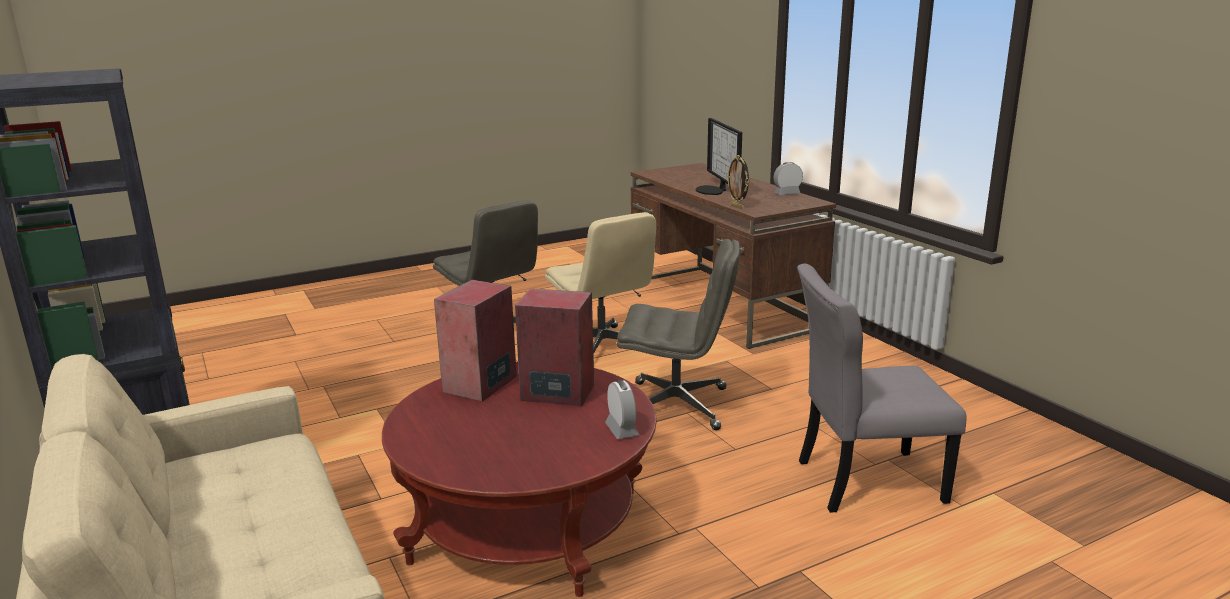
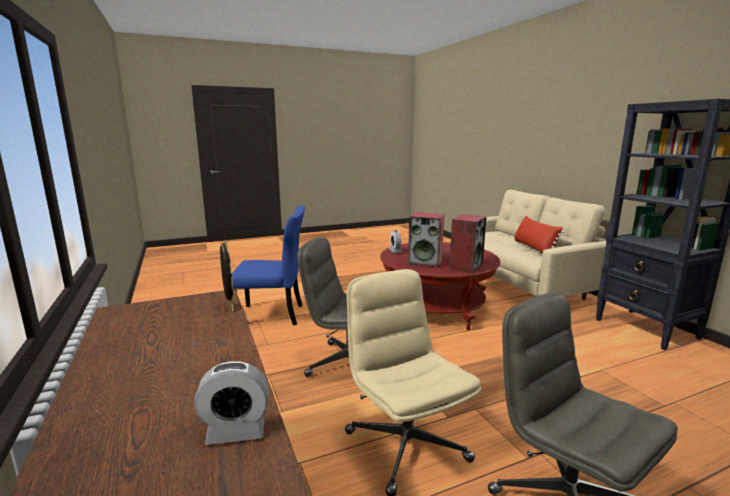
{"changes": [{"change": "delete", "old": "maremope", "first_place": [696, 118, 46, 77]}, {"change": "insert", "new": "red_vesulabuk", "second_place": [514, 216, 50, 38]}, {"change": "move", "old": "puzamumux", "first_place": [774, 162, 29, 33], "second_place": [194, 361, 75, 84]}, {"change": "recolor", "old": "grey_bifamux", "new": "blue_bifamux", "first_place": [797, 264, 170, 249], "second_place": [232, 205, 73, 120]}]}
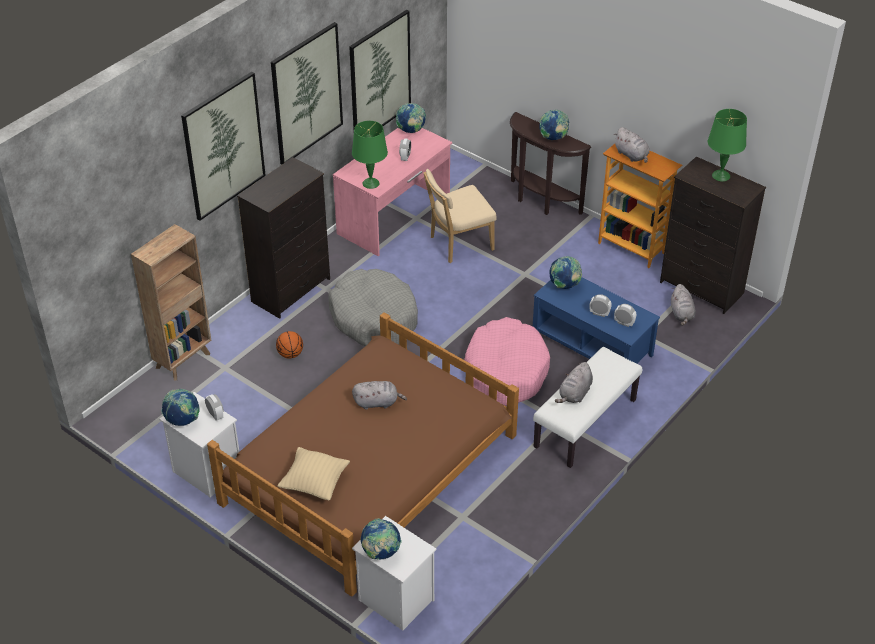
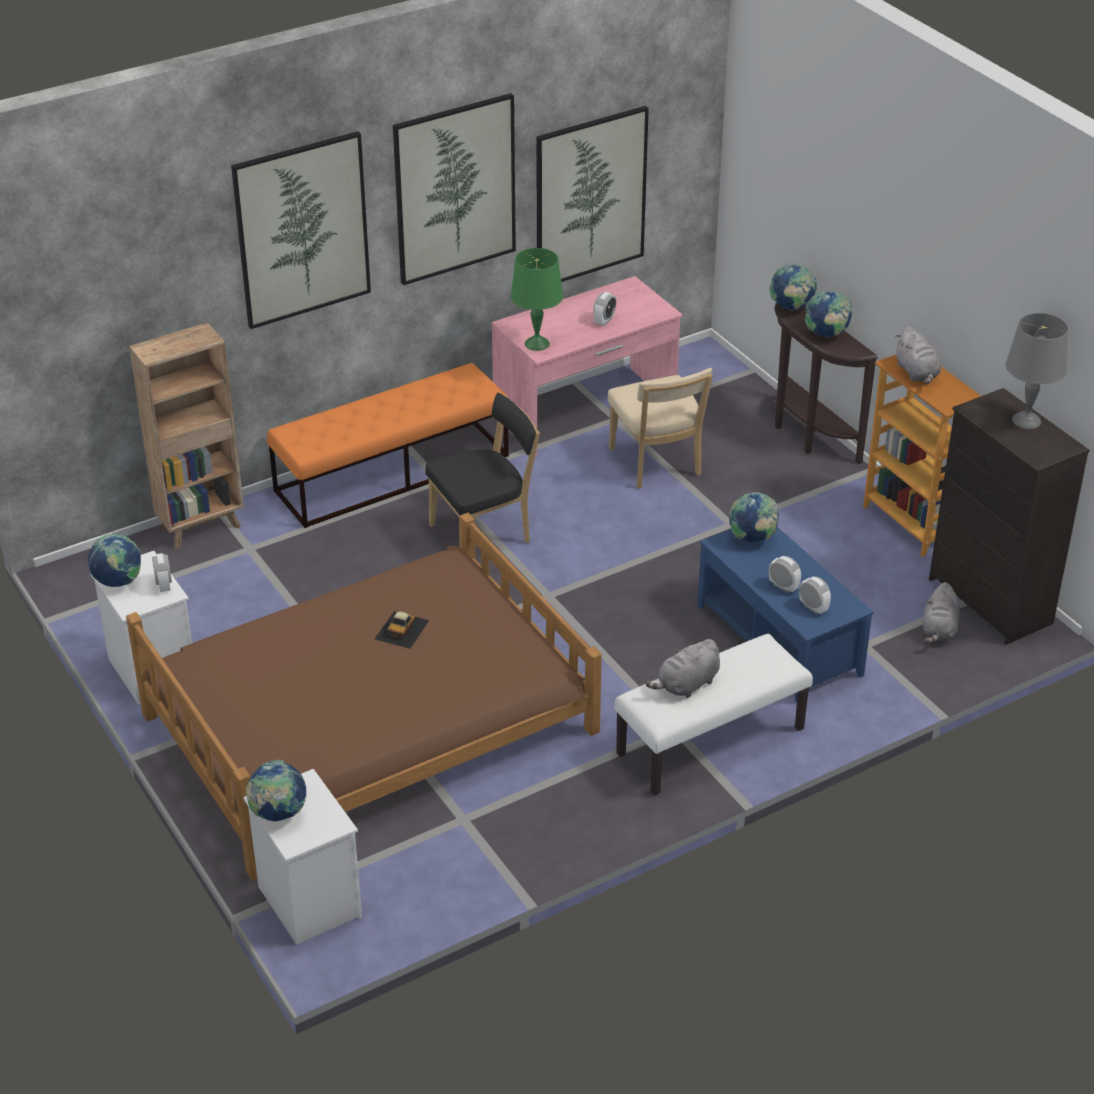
{"changes": [{"change": "delete", "old": "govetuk", "first_place": [276, 331, 27, 28]}, {"change": "delete", "old": "beige_vesulabuk", "first_place": [278, 447, 72, 54]}, {"change": "delete", "old": "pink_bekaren", "first_place": [464, 317, 86, 89]}, {"change": "move", "old": "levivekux", "first_place": [396, 103, 30, 30], "second_place": [770, 264, 47, 47]}, {"change": "replace", "old": "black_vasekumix", "new": "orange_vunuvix", "first_place": [237, 157, 93, 162], "second_place": [267, 363, 242, 165]}, {"change": "replace", "old": "grey_bekaren", "new": "black_bifamux", "first_place": [328, 269, 90, 77], "second_place": [425, 393, 115, 155]}, {"change": "replace", "old": "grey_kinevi", "new": "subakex", "first_place": [352, 381, 55, 29], "second_place": [375, 611, 55, 38]}, {"change": "recolor", "old": "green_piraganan", "new": "grey_piraganan", "first_place": [708, 109, 39, 72], "second_place": [1006, 313, 62, 116]}, {"change": "rotate", "old": "beige_bifamux", "first_place": [423, 169, 74, 94], "second_place": [608, 368, 105, 120], "degrees": -105}]}
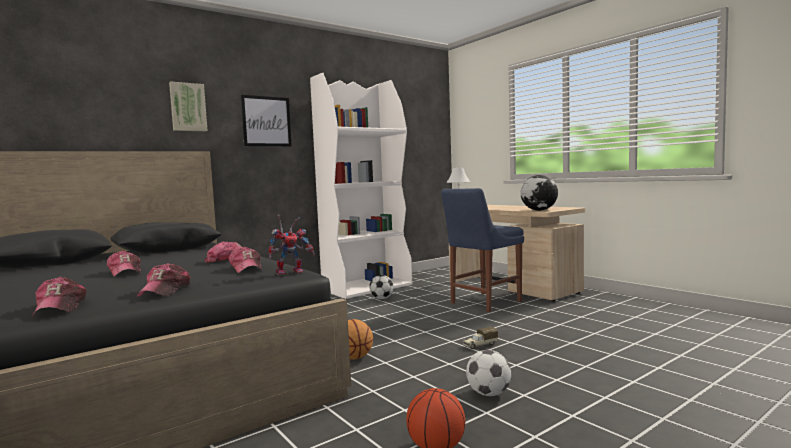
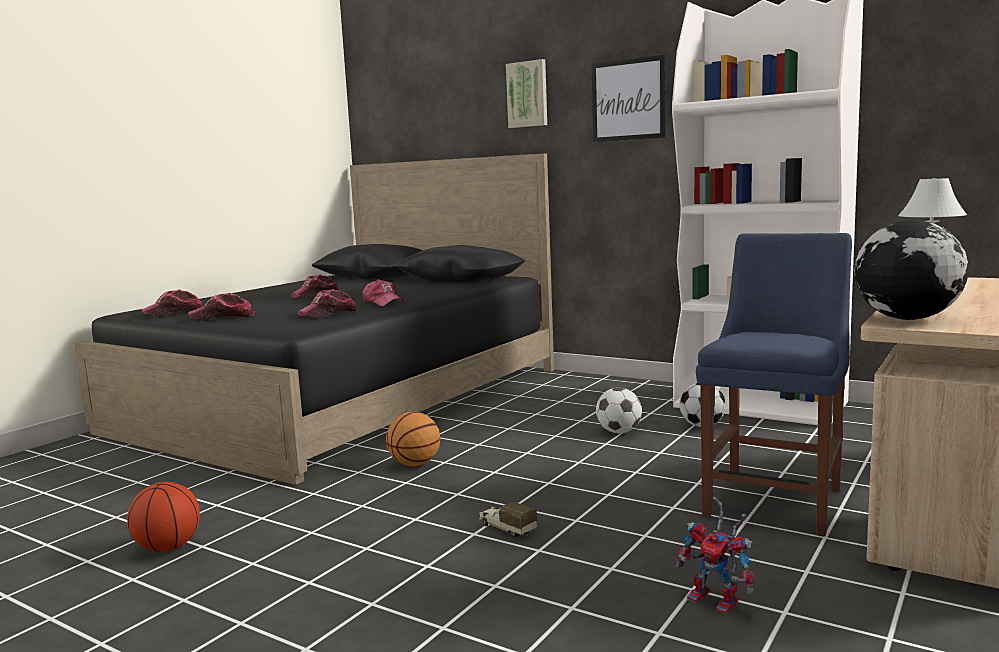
{"changes": [{"change": "move", "old": "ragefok", "first_place": [268, 215, 47, 60], "second_place": [676, 496, 78, 118]}, {"change": "move", "old": "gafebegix", "first_place": [466, 350, 45, 46], "second_place": [596, 387, 46, 46]}, {"change": "rotate", "old": "blue_bifamux", "first_place": [441, 188, 83, 124], "second_place": [696, 233, 156, 303], "degrees": 90}]}
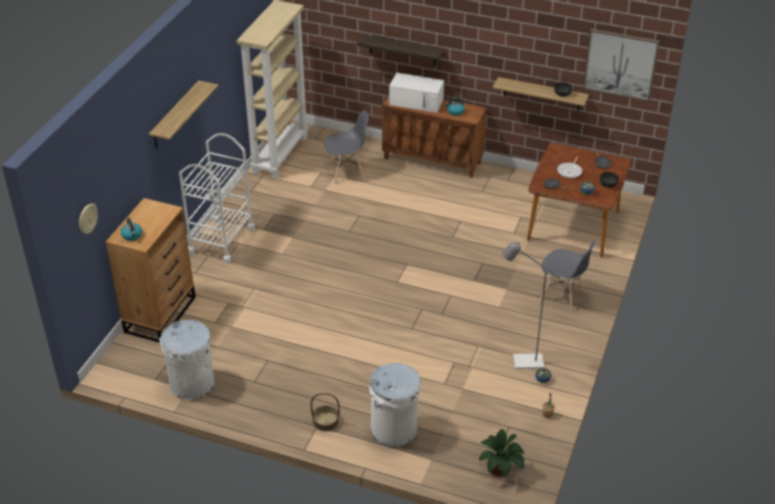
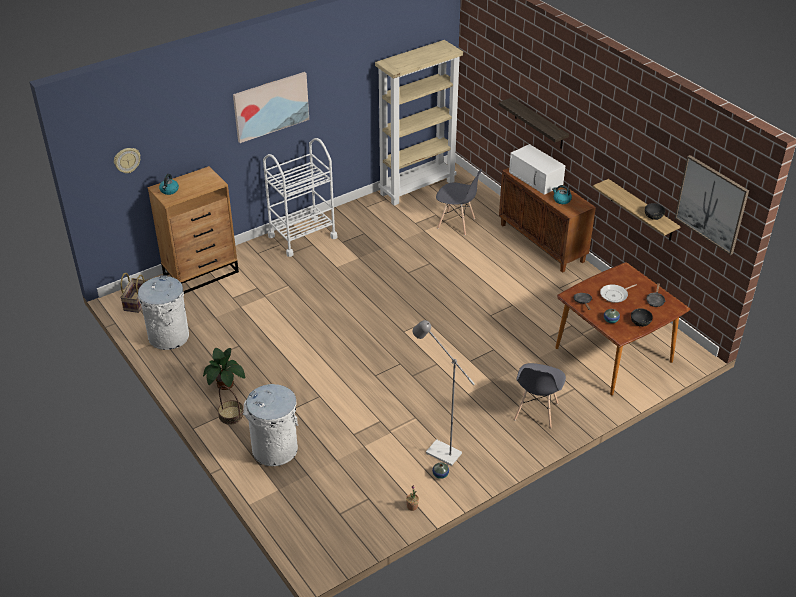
{"changes": [{"change": "insert", "new": "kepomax", "second_place": [120, 273, 27, 40]}, {"change": "move", "old": "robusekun", "first_place": [479, 429, 46, 48], "second_place": [203, 348, 42, 42]}, {"change": "replace", "old": "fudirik", "new": "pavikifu", "first_place": [149, 80, 69, 68], "second_place": [233, 72, 76, 71]}, {"change": "rotate", "old": "grey_bifamux", "first_place": [540, 240, 57, 72], "second_place": [514, 363, 52, 66], "degrees": 45}]}
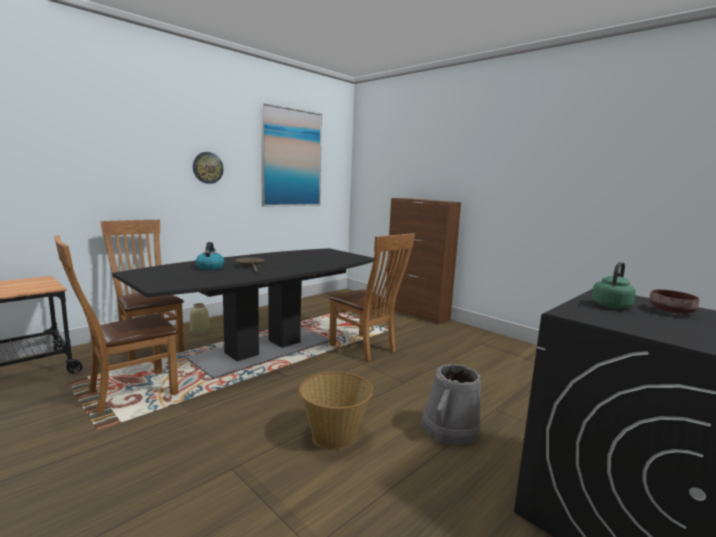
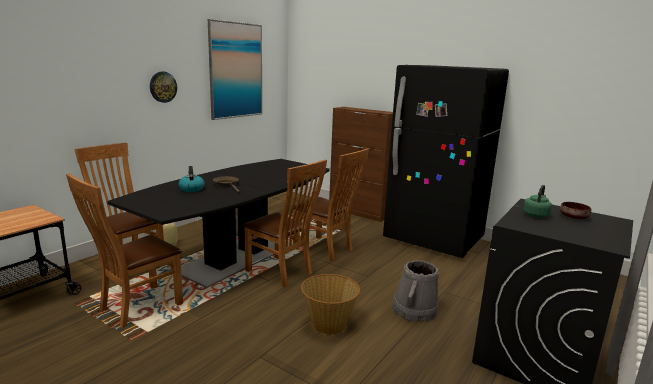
{"changes": [{"change": "insert", "new": "brown_bifamux", "second_place": [243, 160, 84, 127]}, {"change": "insert", "new": "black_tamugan", "second_place": [383, 65, 126, 193]}]}
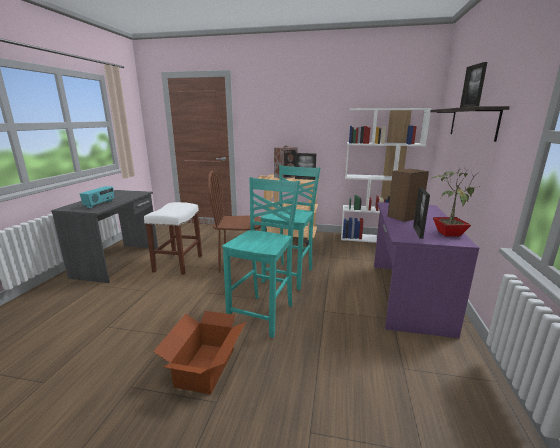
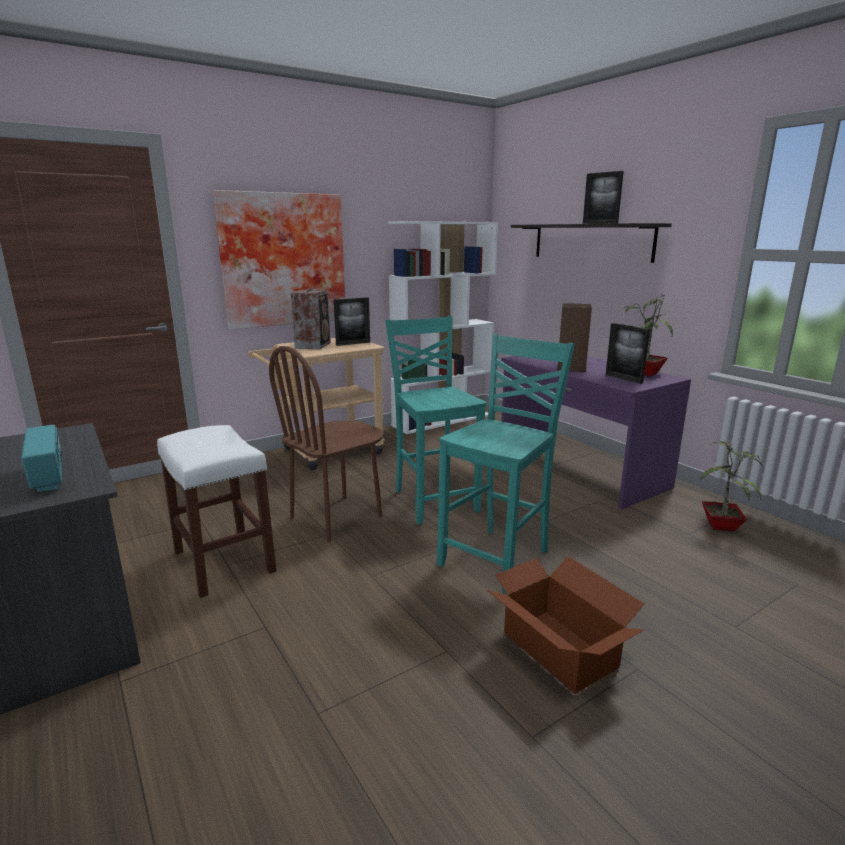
{"changes": [{"change": "insert", "new": "pavikifu", "second_place": [213, 190, 132, 140]}, {"change": "insert", "new": "robusekun", "second_place": [700, 441, 62, 90]}, {"change": "rotate", "old": "turquoise_bifamux", "first_place": [222, 177, 78, 161], "second_place": [437, 334, 138, 261], "degrees": 60}]}
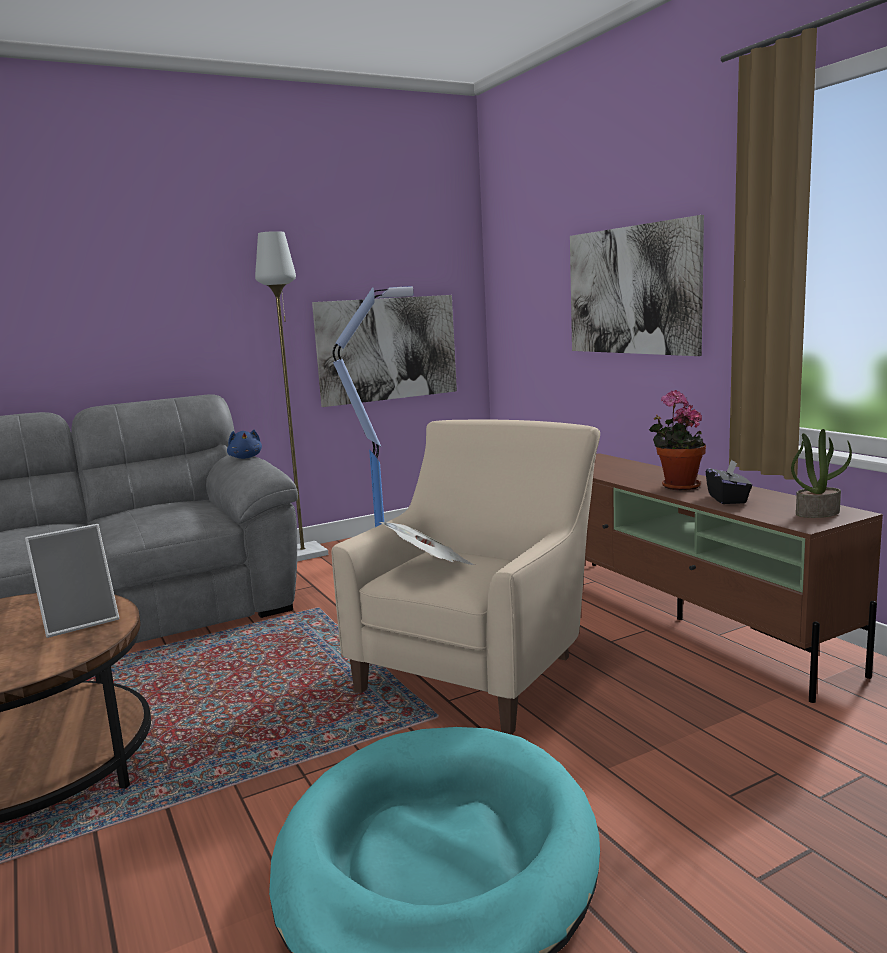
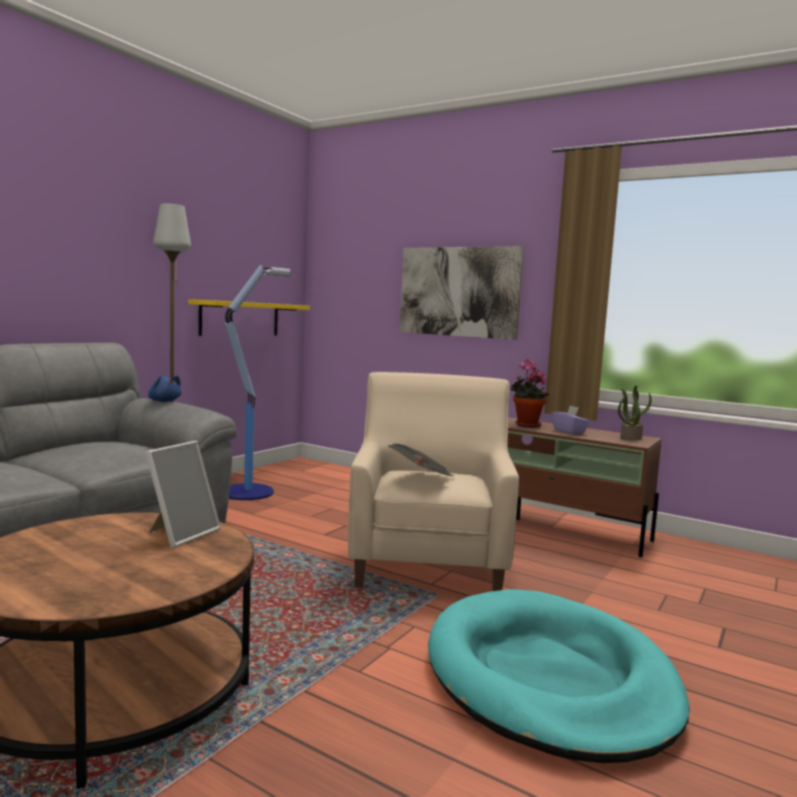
{"changes": [{"change": "replace", "old": "pavikifu", "new": "yellow_fudirik", "first_place": [312, 295, 145, 112], "second_place": [188, 299, 122, 37]}, {"change": "recolor", "old": "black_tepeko", "new": "purple_tepeko", "first_place": [706, 459, 46, 45], "second_place": [552, 406, 37, 28]}]}
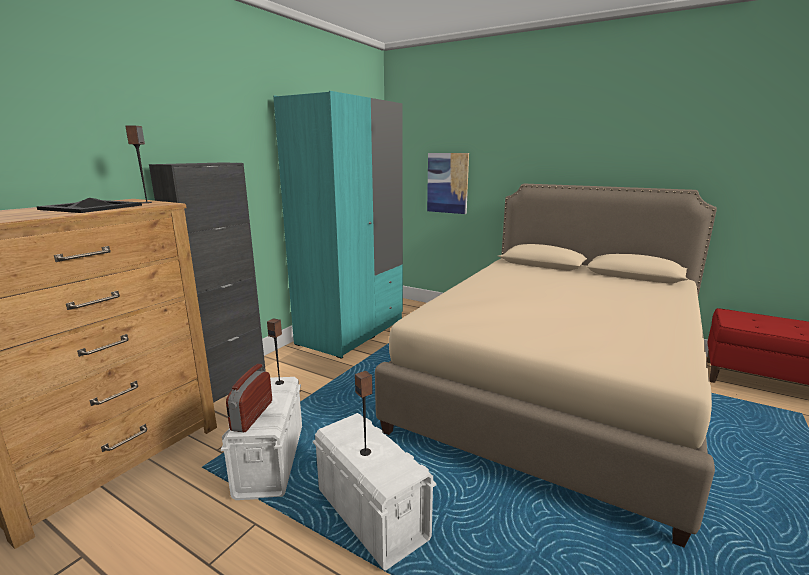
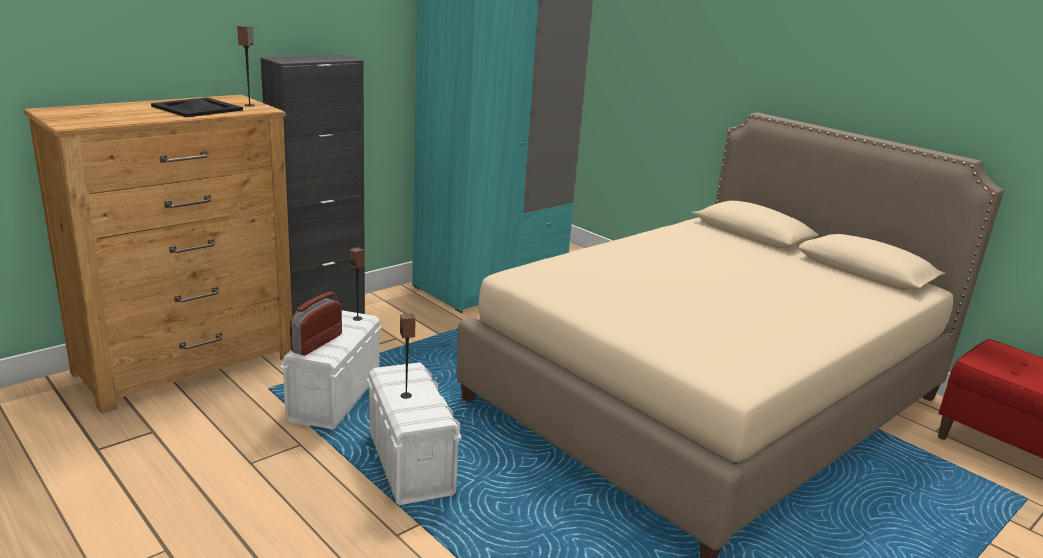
{"changes": [{"change": "delete", "old": "pavikifu", "first_place": [427, 153, 42, 61]}]}
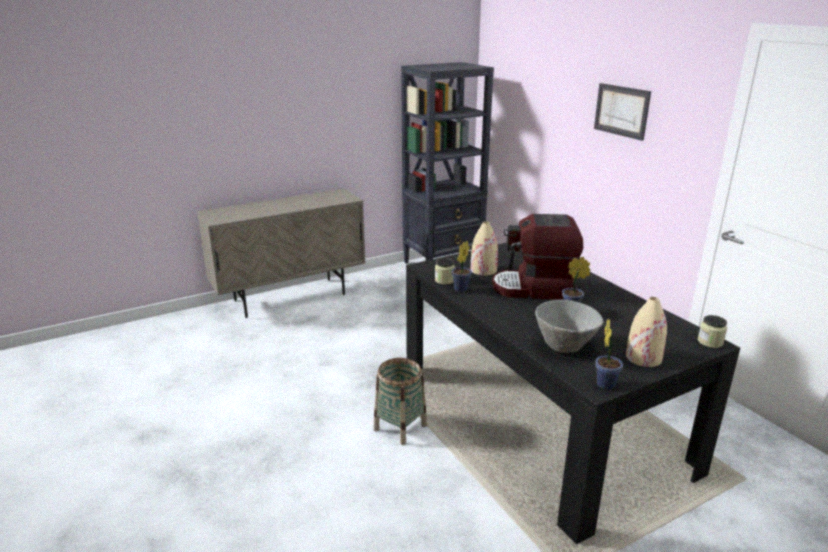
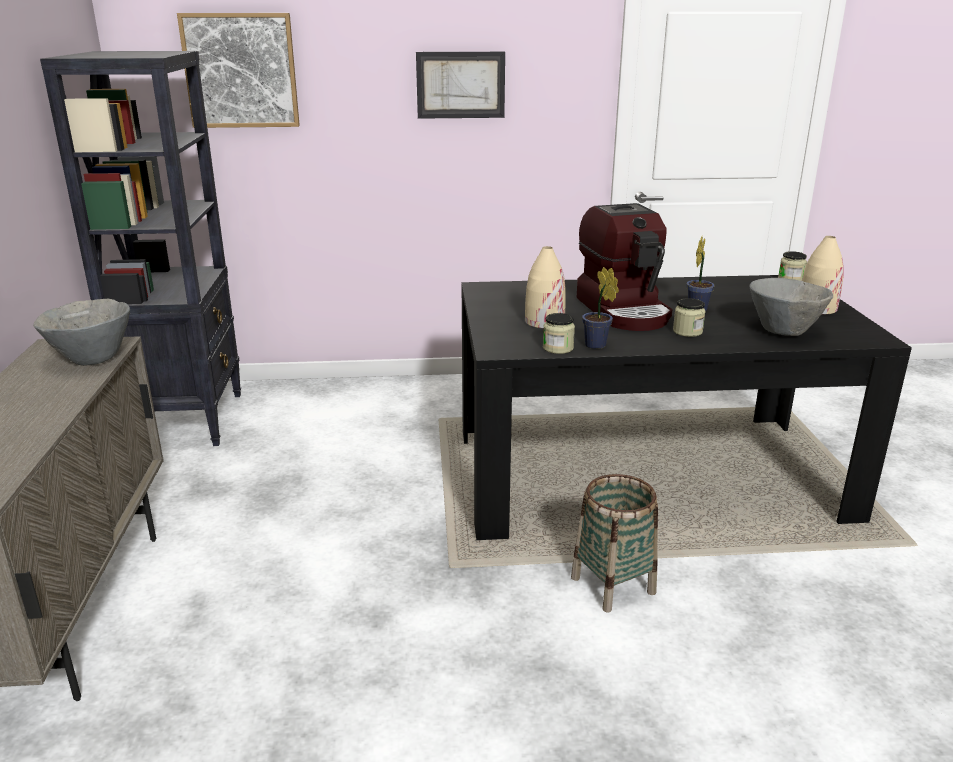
{"changes": [{"change": "delete", "old": "robusekun", "first_place": [595, 318, 28, 72]}, {"change": "insert", "new": "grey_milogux", "second_place": [33, 299, 97, 67]}, {"change": "insert", "new": "pavikifu", "second_place": [177, 13, 123, 115]}, {"change": "insert", "new": "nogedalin", "second_place": [673, 298, 33, 39]}, {"change": "rotate", "old": "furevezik", "first_place": [492, 214, 91, 86], "second_place": [577, 203, 96, 128], "degrees": -45}]}
